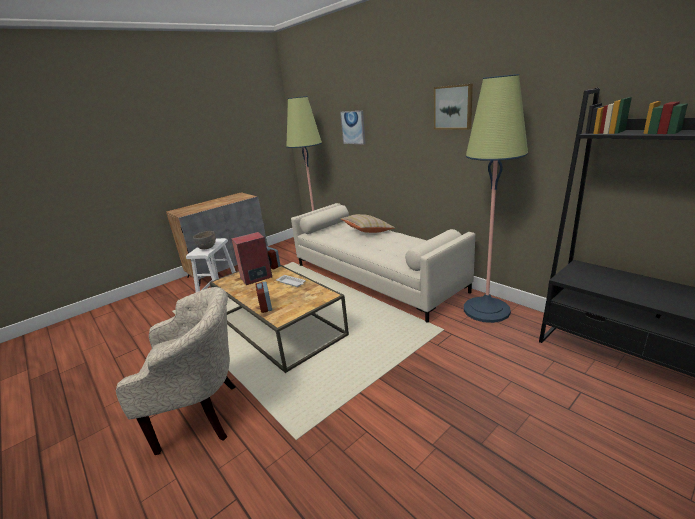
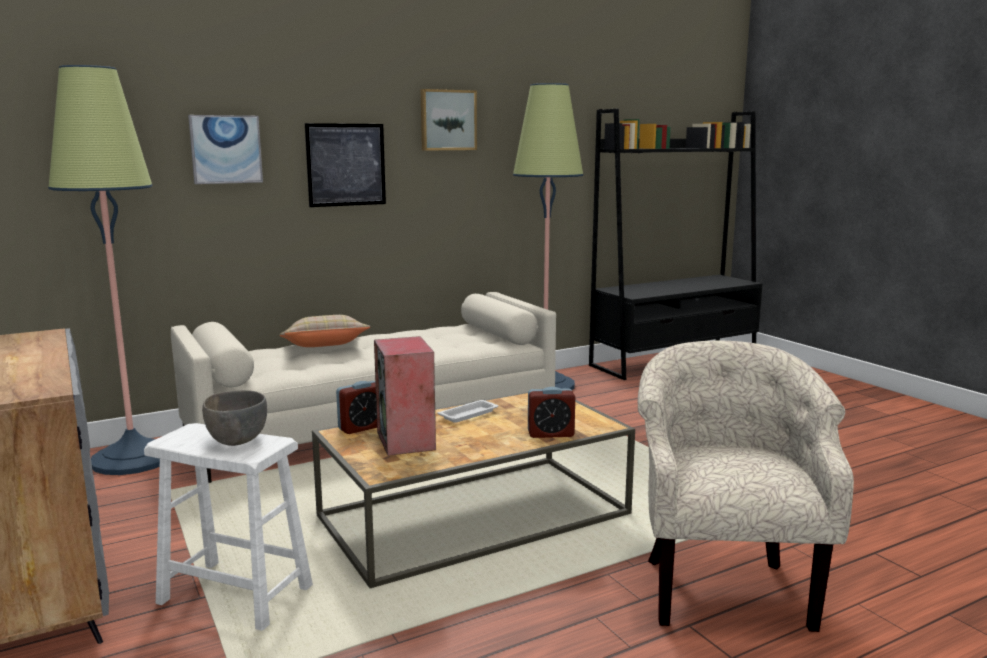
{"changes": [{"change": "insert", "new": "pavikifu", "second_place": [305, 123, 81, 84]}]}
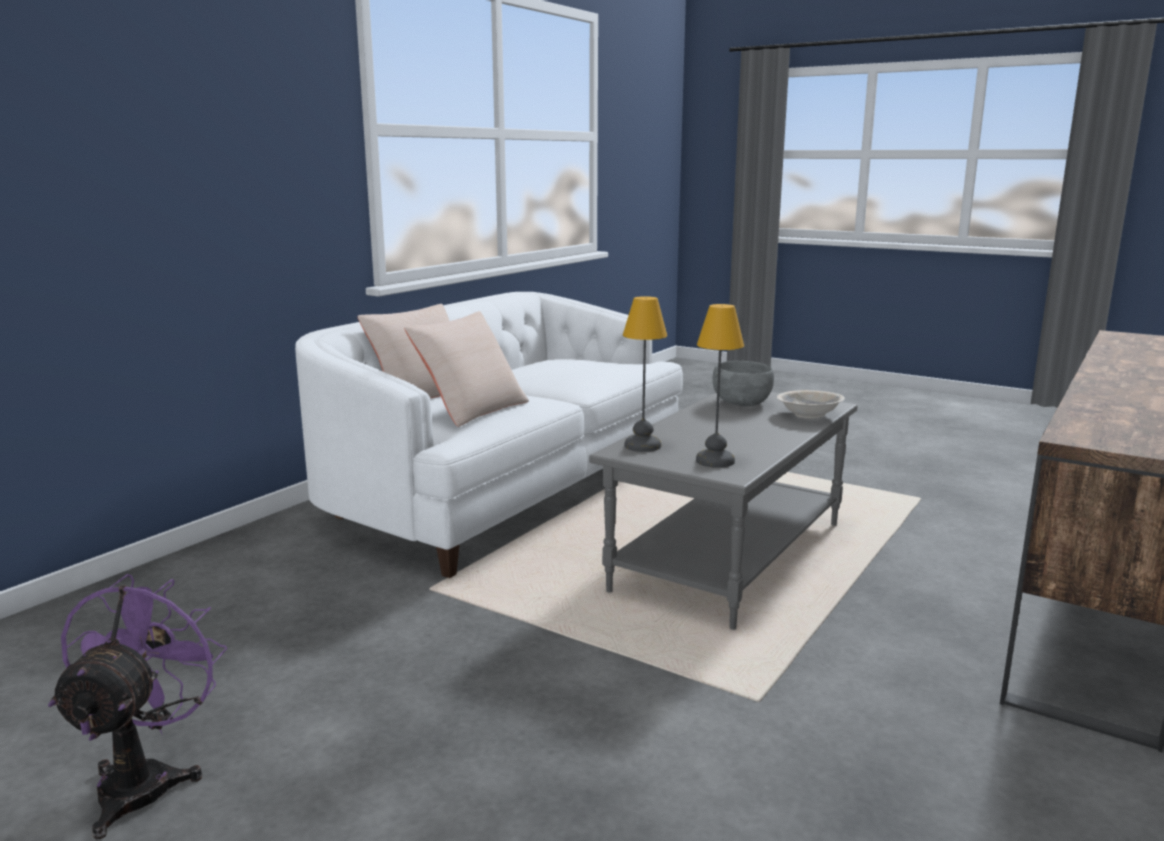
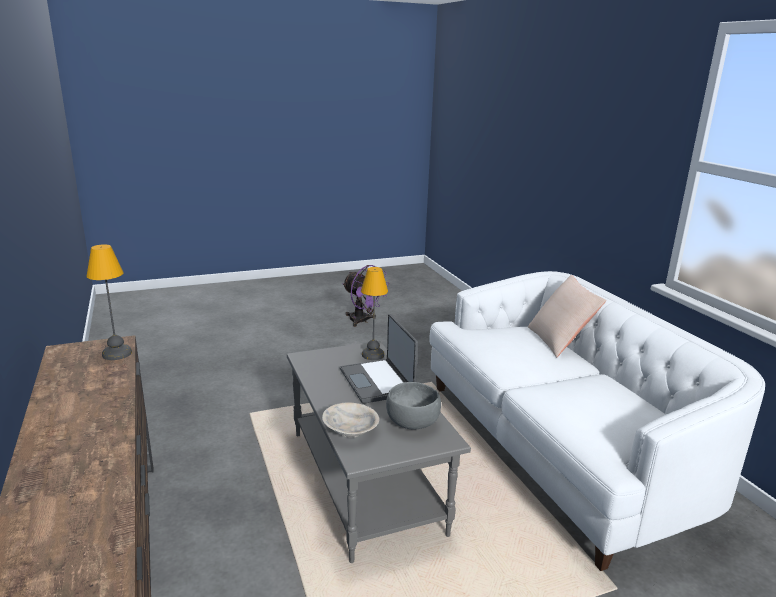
{"changes": [{"change": "delete", "old": "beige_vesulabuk", "first_place": [404, 311, 125, 116]}, {"change": "insert", "new": "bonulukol", "second_place": [340, 314, 78, 90]}, {"change": "move", "old": "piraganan", "first_place": [696, 304, 48, 164], "second_place": [86, 244, 46, 116]}]}
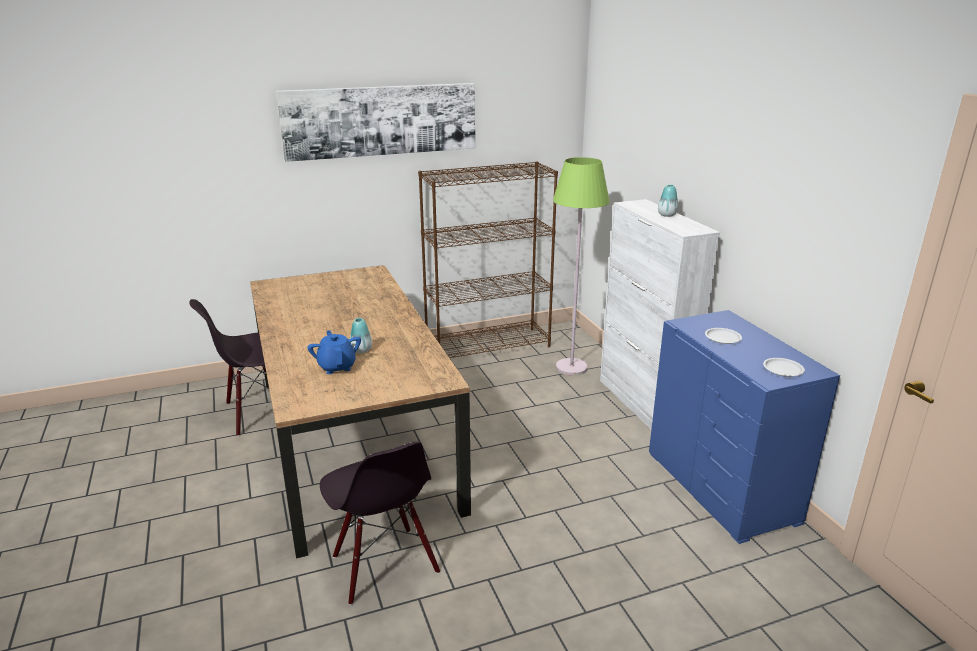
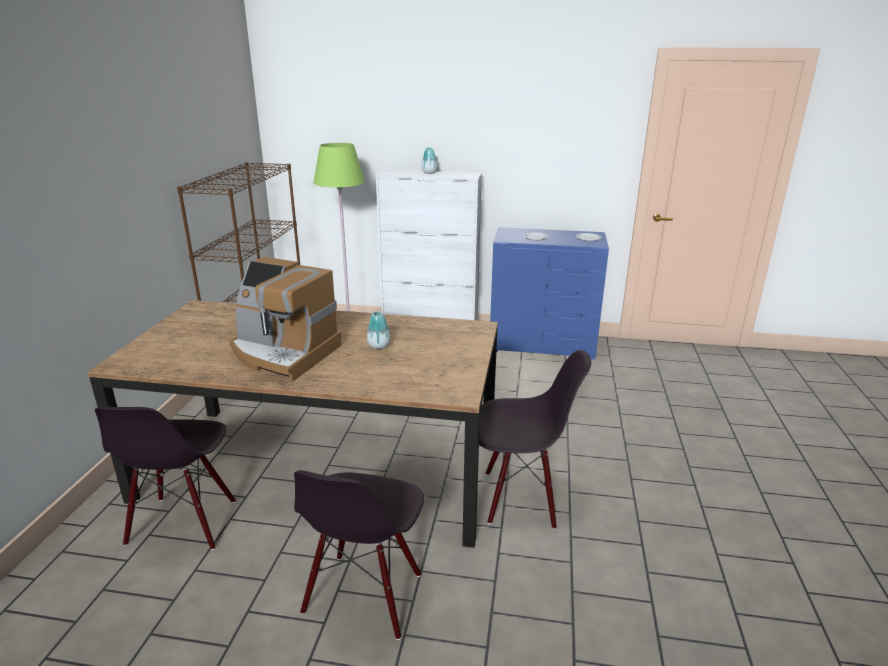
{"changes": [{"change": "delete", "old": "pavikifu", "first_place": [276, 83, 199, 79]}, {"change": "delete", "old": "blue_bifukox", "first_place": [307, 330, 54, 44]}, {"change": "insert", "new": "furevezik", "second_place": [229, 257, 113, 125]}, {"change": "insert", "new": "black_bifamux", "second_place": [294, 470, 130, 170]}]}
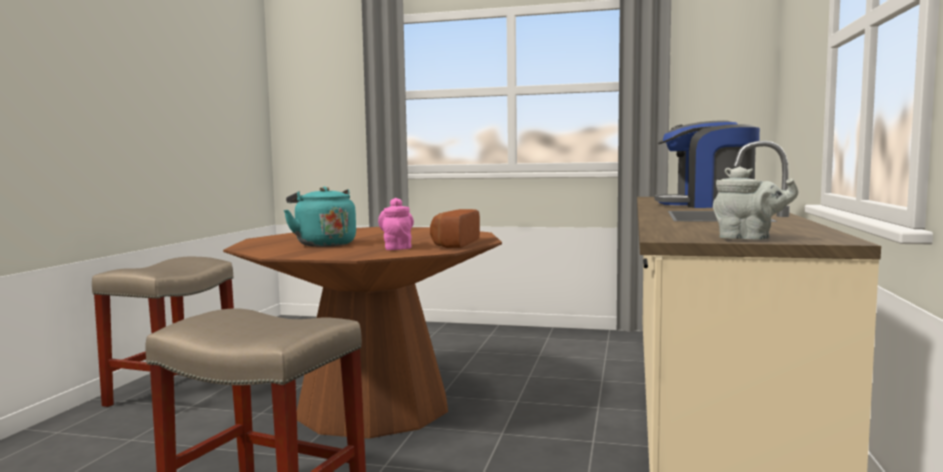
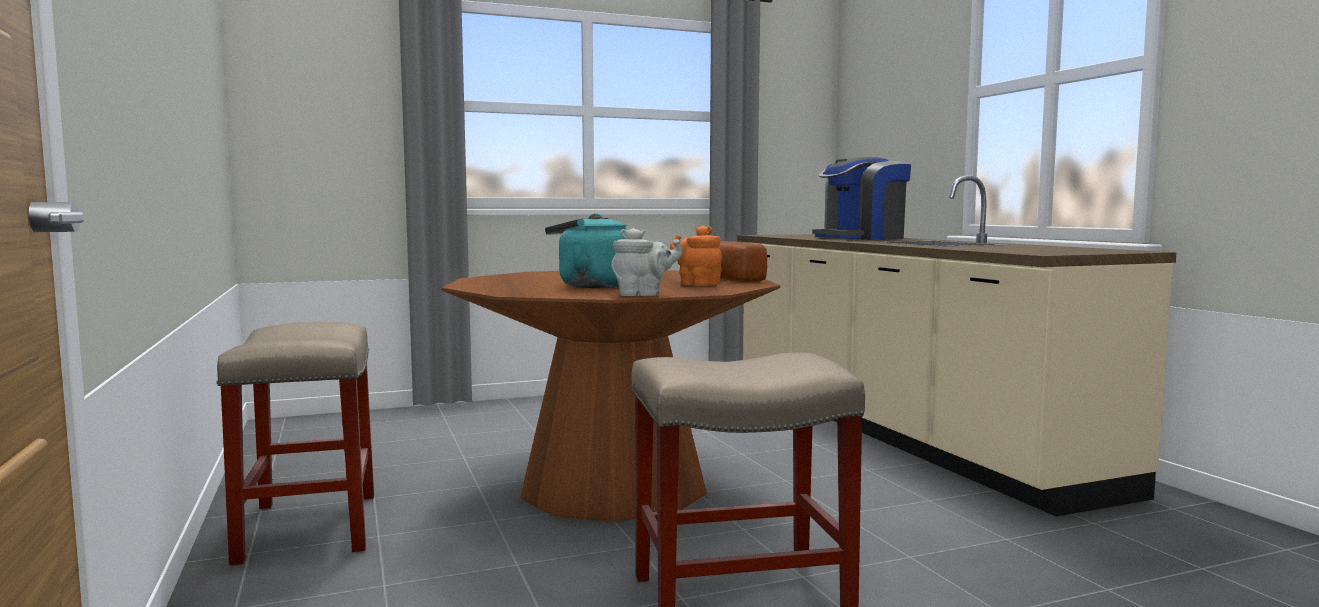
{"changes": [{"change": "move", "old": "grey_bifukox", "first_place": [713, 166, 85, 74], "second_place": [611, 228, 72, 68]}, {"change": "recolor", "old": "pink_bifukox", "new": "orange_bifukox", "first_place": [378, 198, 36, 52], "second_place": [670, 226, 52, 60]}]}
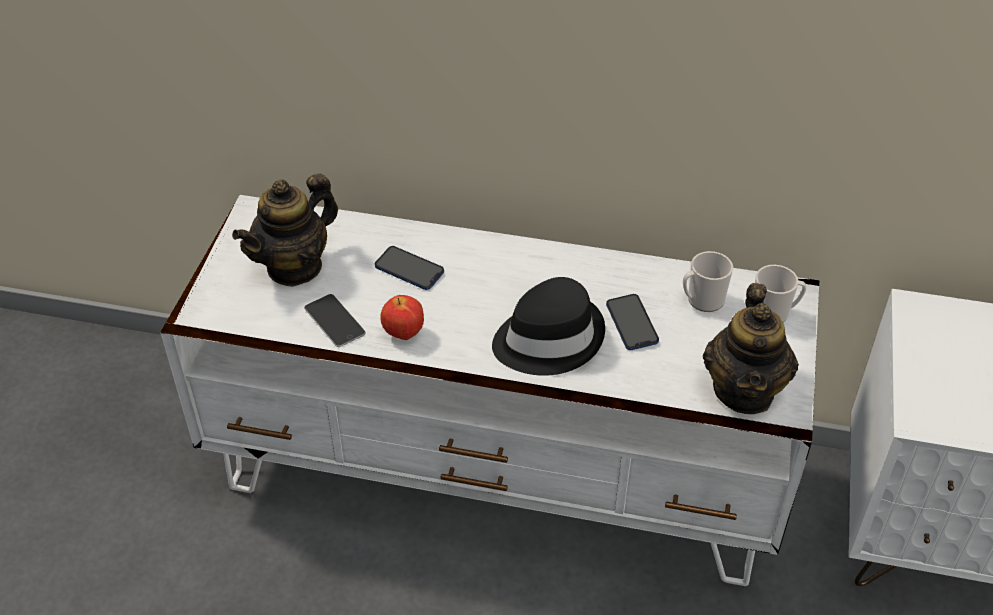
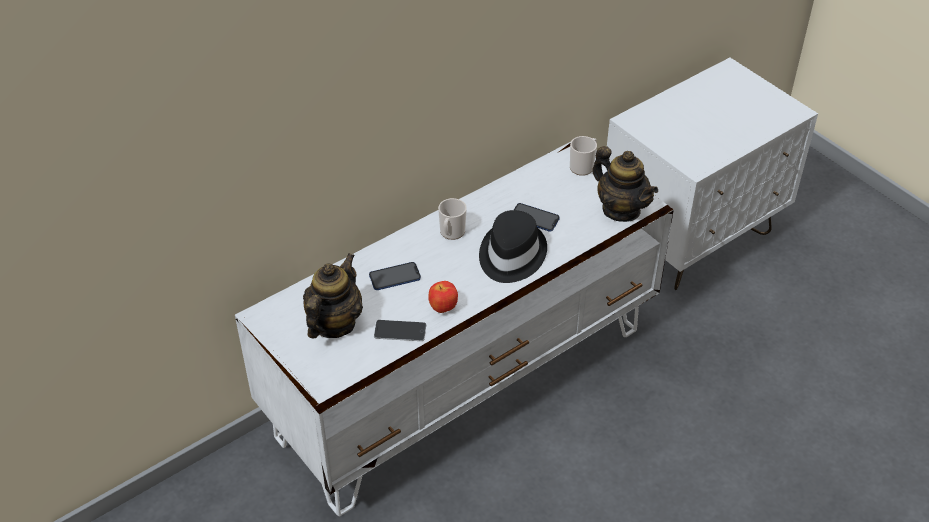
{"changes": [{"change": "move", "old": "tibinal", "first_place": [683, 251, 50, 61], "second_place": [438, 198, 29, 42]}, {"change": "rotate", "old": "bifukox", "first_place": [232, 173, 106, 114], "second_place": [303, 253, 60, 86], "degrees": -150}]}
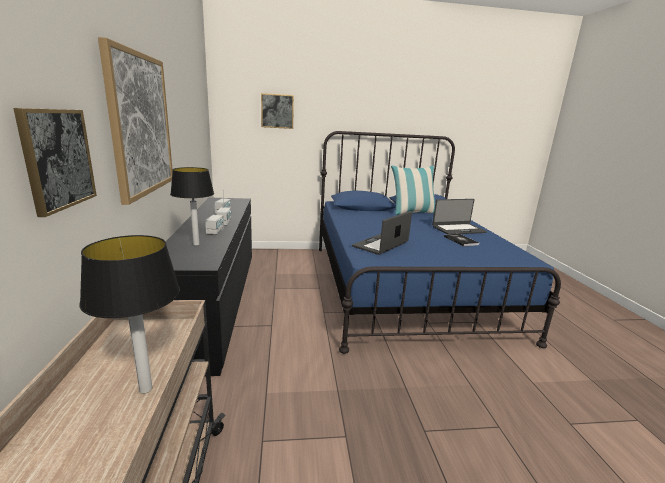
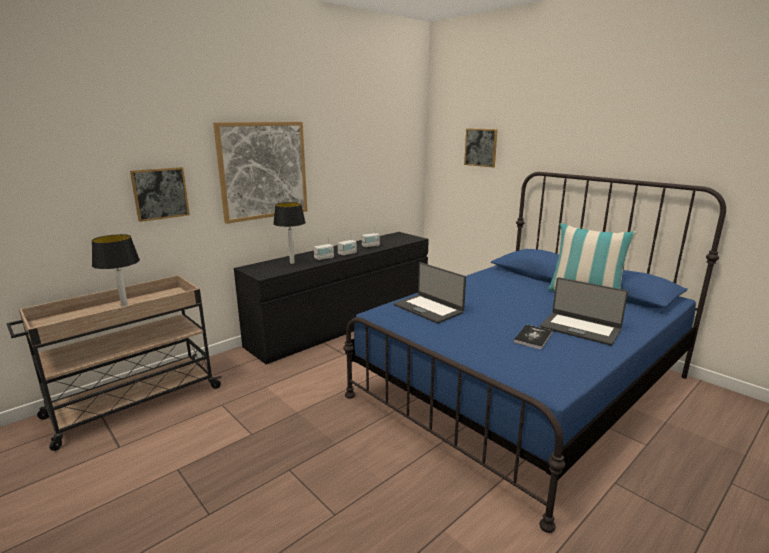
{"changes": [{"change": "rotate", "old": "bonulukol", "first_place": [352, 211, 60, 44], "second_place": [394, 262, 72, 62], "degrees": -135}]}
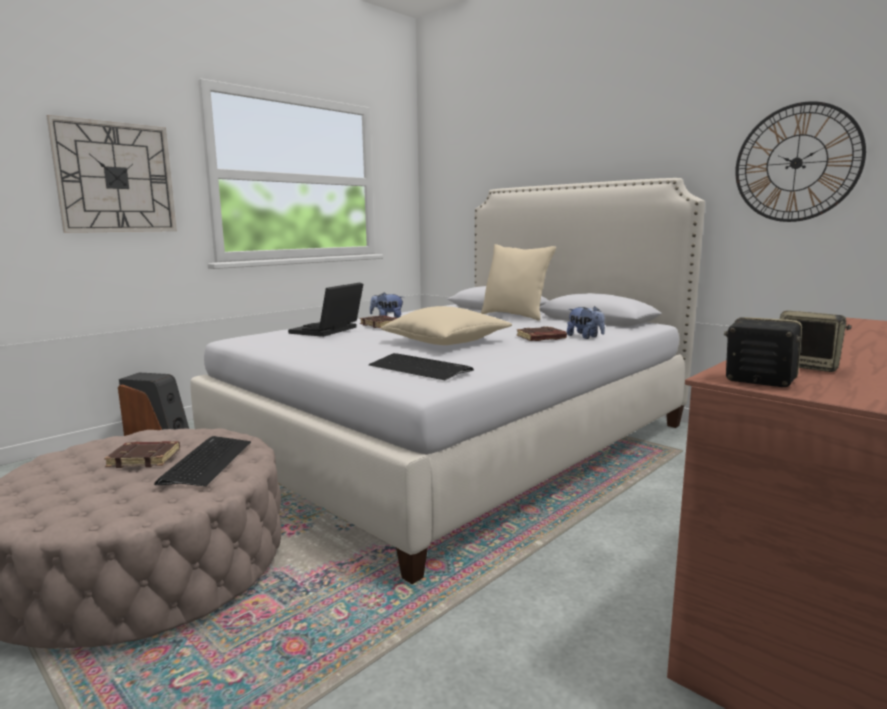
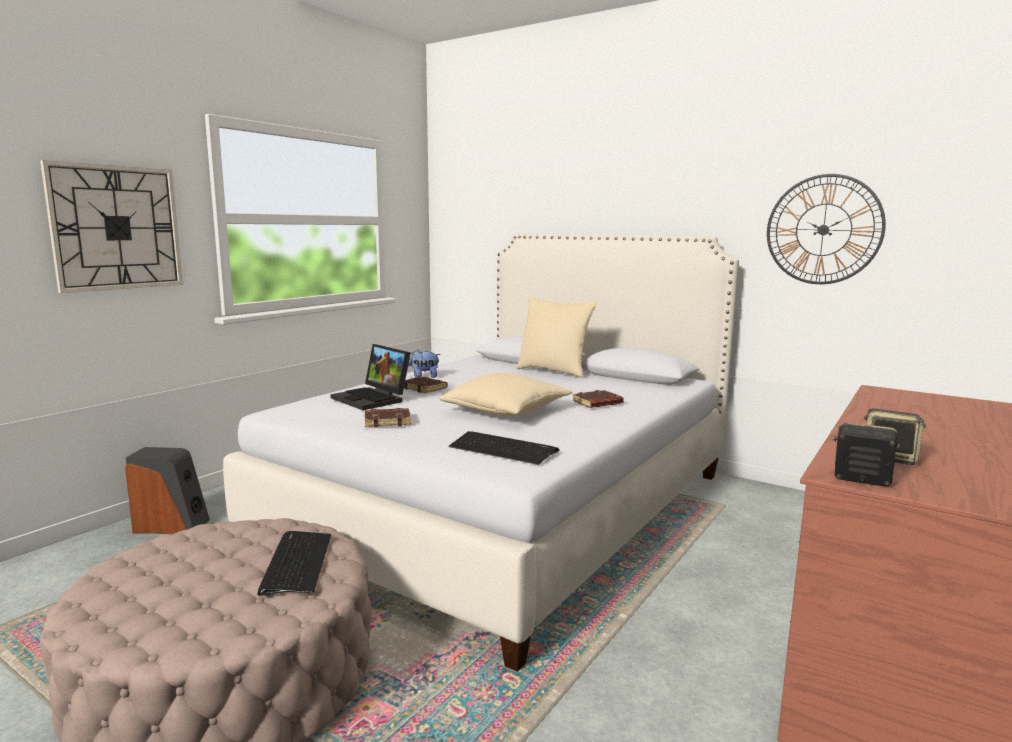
{"changes": [{"change": "delete", "old": "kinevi", "first_place": [567, 306, 38, 33]}, {"change": "move", "old": "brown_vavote", "first_place": [104, 441, 76, 27], "second_place": [365, 408, 46, 20]}, {"change": "rotate", "old": "bonulukol", "first_place": [288, 283, 75, 54], "second_place": [330, 344, 81, 66], "degrees": -60}]}
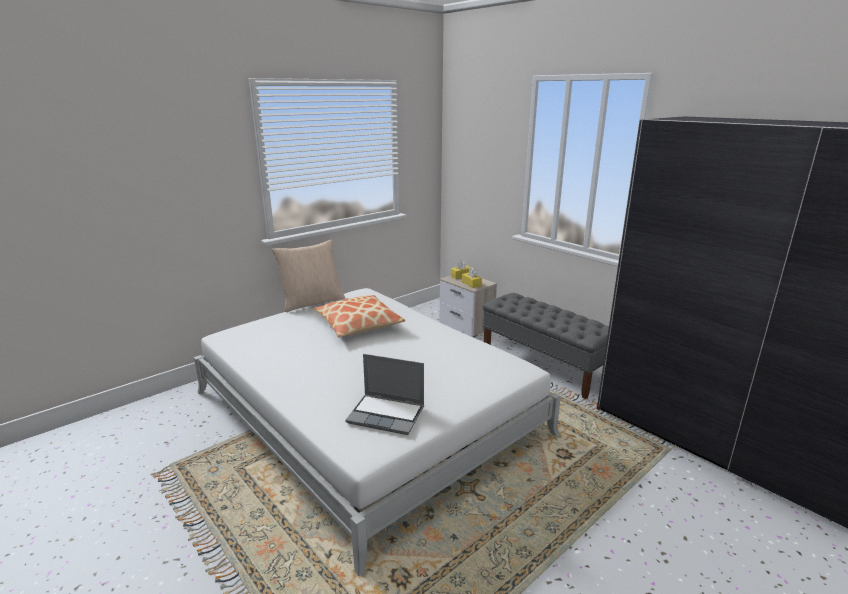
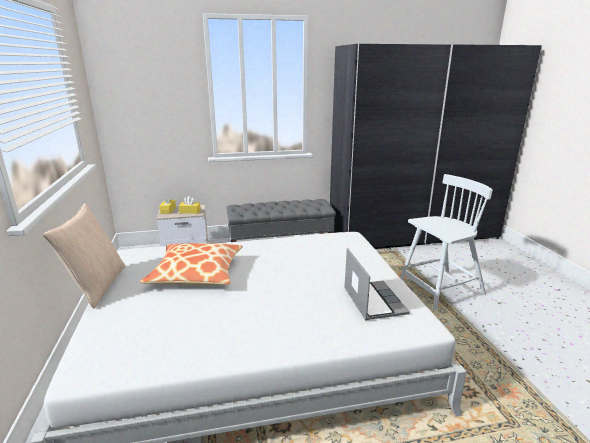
{"changes": [{"change": "insert", "new": "white_bifamux", "second_place": [400, 174, 93, 137]}, {"change": "rotate", "old": "bonulukol", "first_place": [346, 354, 78, 81], "second_place": [344, 248, 65, 72], "degrees": -60}]}
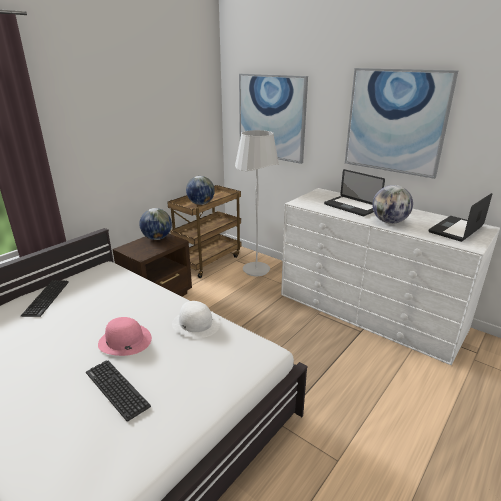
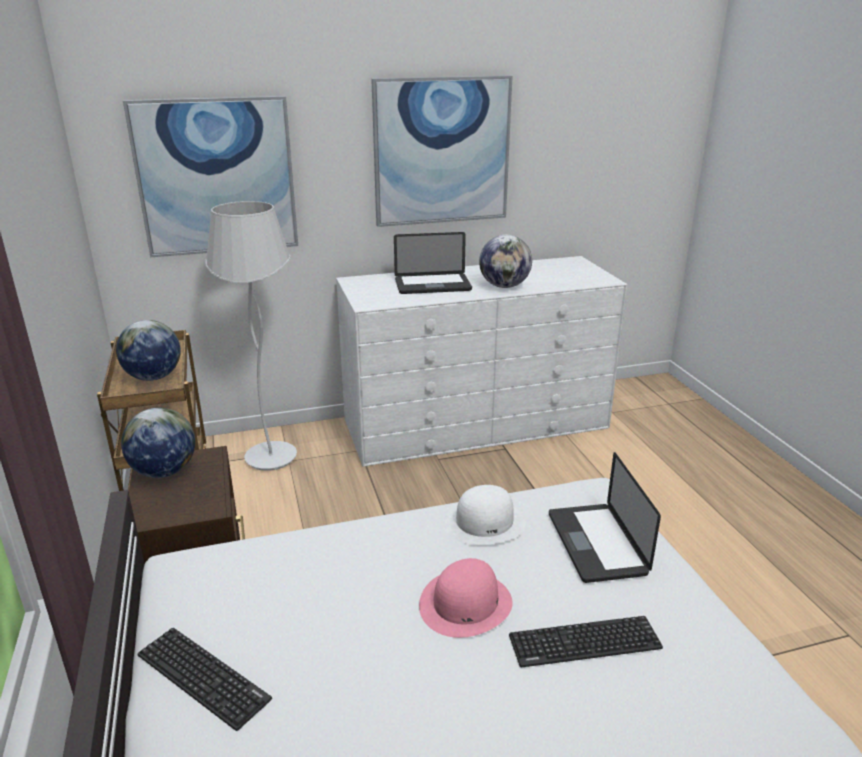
{"changes": [{"change": "move", "old": "bonulukol", "first_place": [429, 193, 63, 49], "second_place": [549, 452, 112, 131]}]}
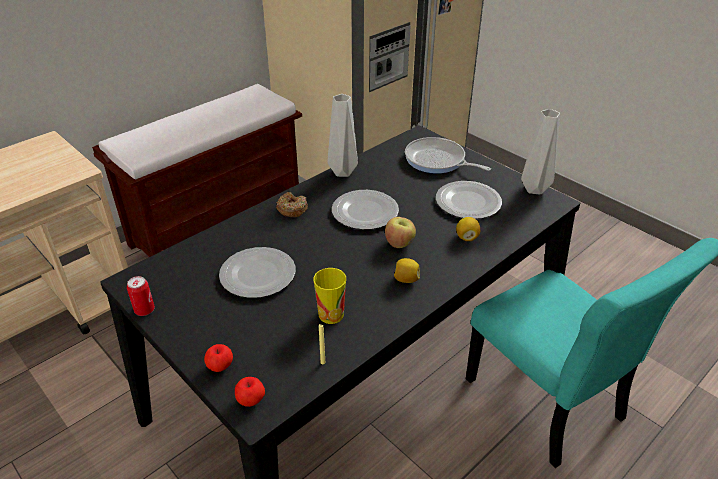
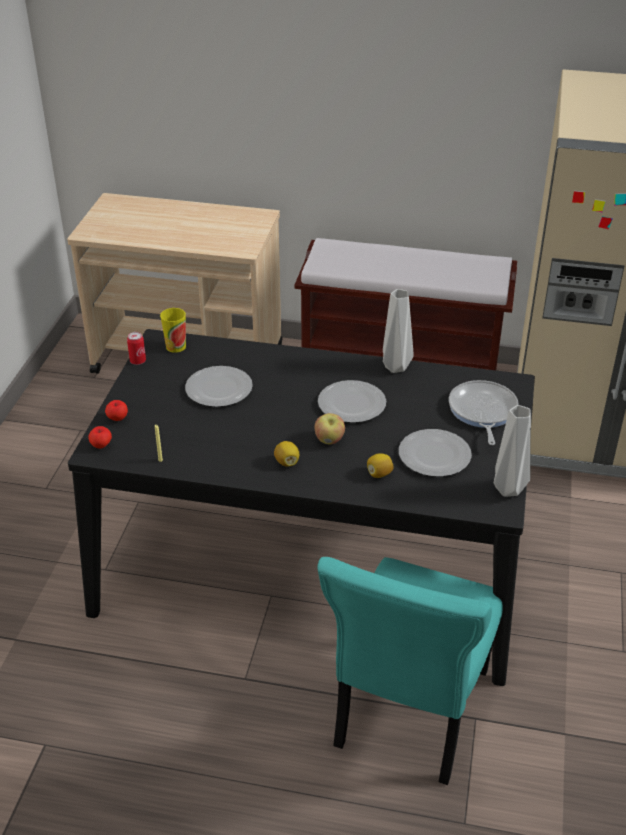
{"changes": [{"change": "delete", "old": "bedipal", "first_place": [276, 192, 32, 25]}, {"change": "move", "old": "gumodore", "first_place": [313, 268, 33, 56], "second_place": [160, 308, 26, 45]}]}
